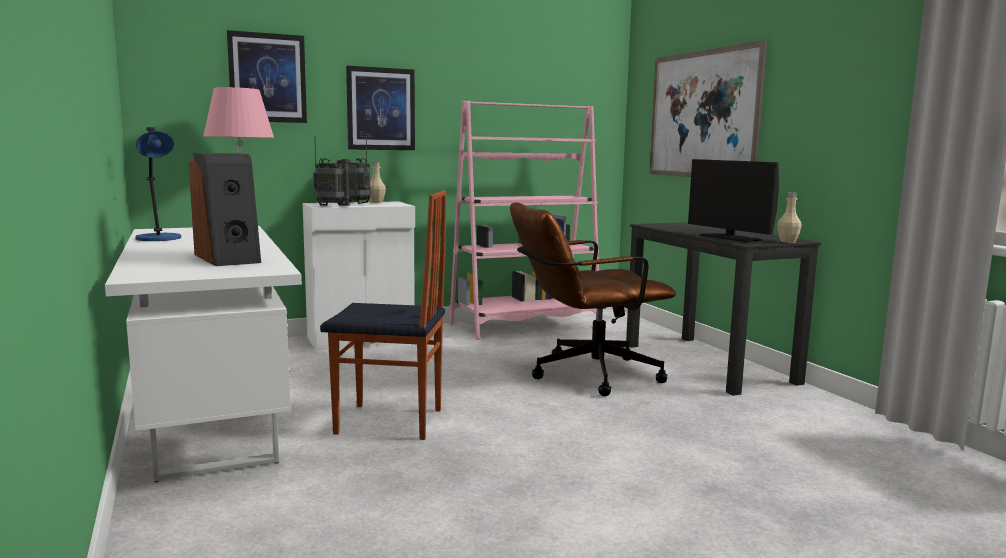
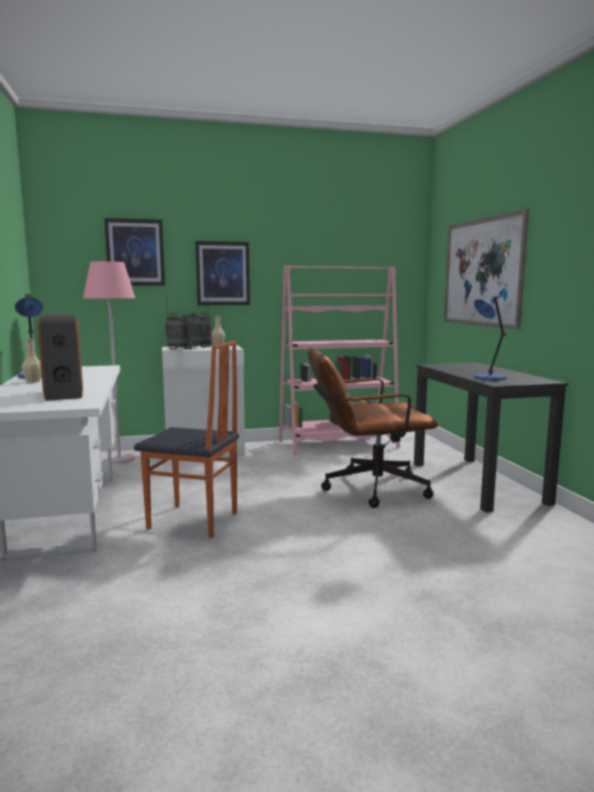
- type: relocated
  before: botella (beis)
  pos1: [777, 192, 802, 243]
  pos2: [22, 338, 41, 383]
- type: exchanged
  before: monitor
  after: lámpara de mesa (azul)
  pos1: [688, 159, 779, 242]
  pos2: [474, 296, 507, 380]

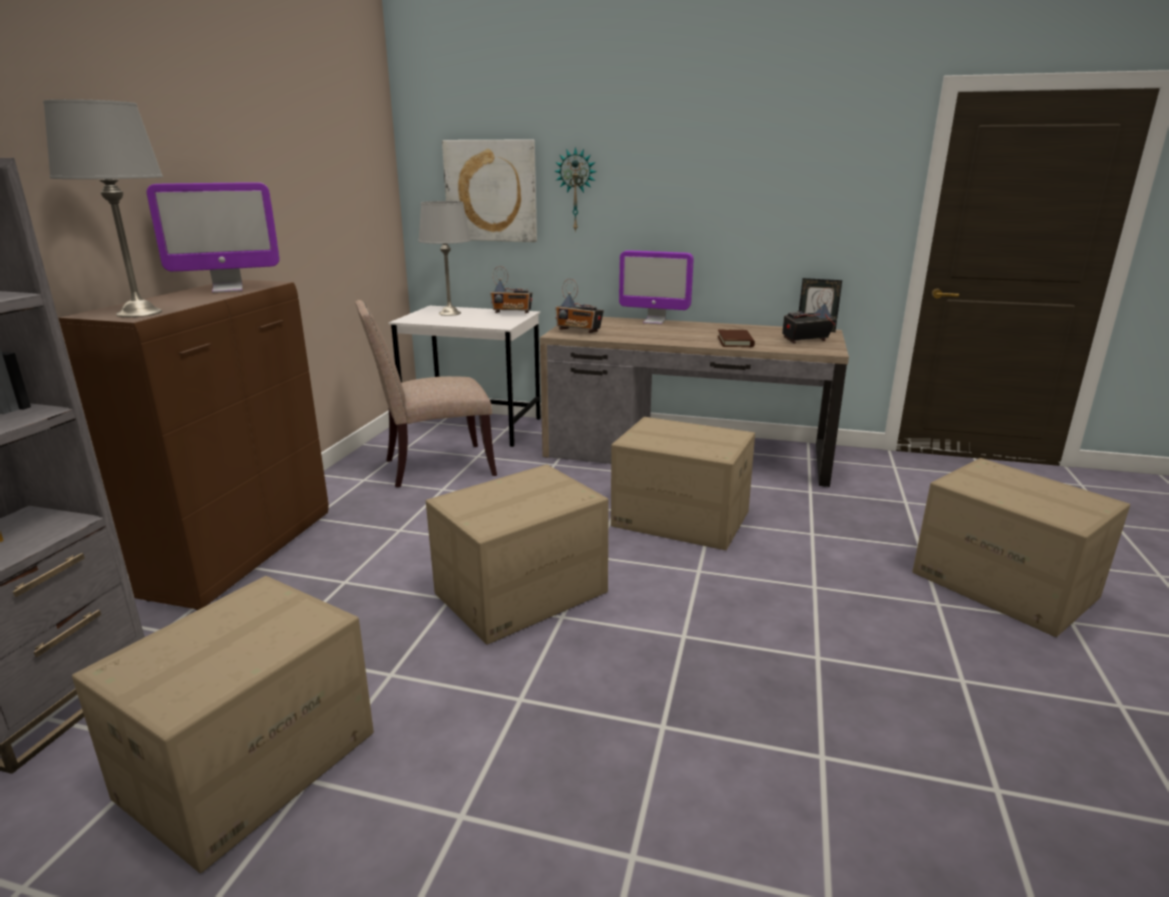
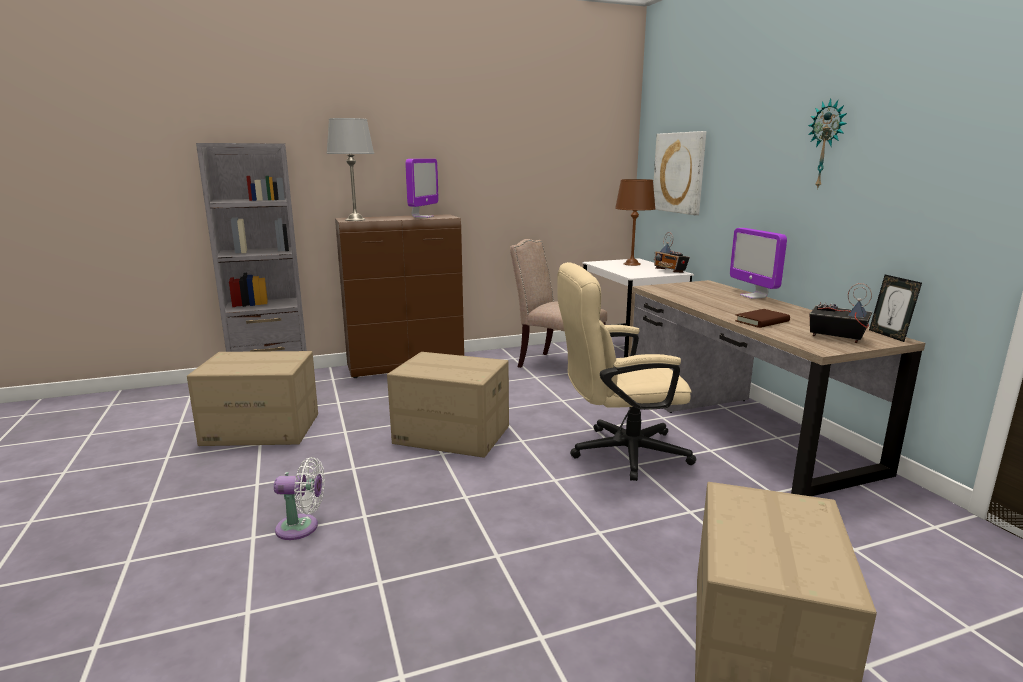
- type: appeared
  after: ventilador (blanco)
  pos2: [274, 457, 325, 540]
- type: spun
  before: monitor
  pos1: [146, 182, 280, 293]
  pos2: [405, 159, 439, 218]
  turn: -105
- type: exchanged
  before: caja de cartón
  after: silla de oficina (beis)
  pos1: [611, 417, 755, 550]
  pos2: [557, 262, 696, 481]
- type: colour
  before: lámpara de mesa (gris)
  after: lámpara de mesa (marrón)
  pos1: [418, 201, 471, 316]
  pos2: [615, 179, 656, 266]
- type: relocated
  before: reloj de pared
  pos1: [554, 147, 597, 232]
  pos2: [808, 99, 847, 189]
- type: missing
  before: radio
  pos1: [555, 279, 604, 333]

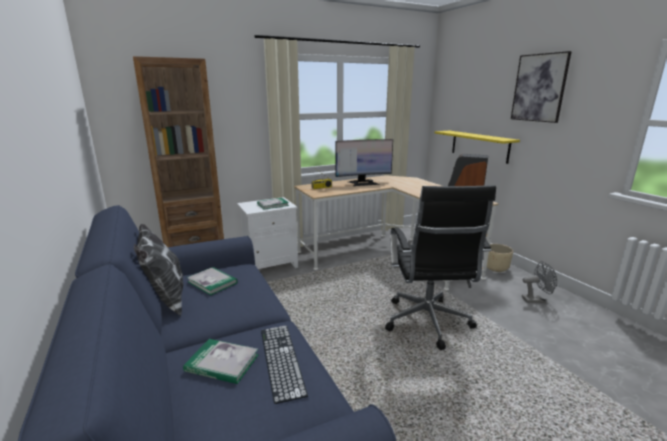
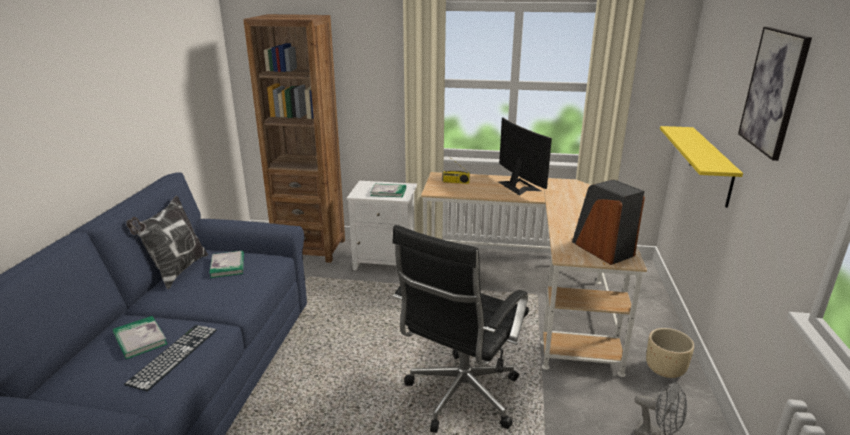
- type: spun
  before: monitor
  pos1: [336, 139, 393, 186]
  pos2: [498, 117, 552, 196]
  turn: -135

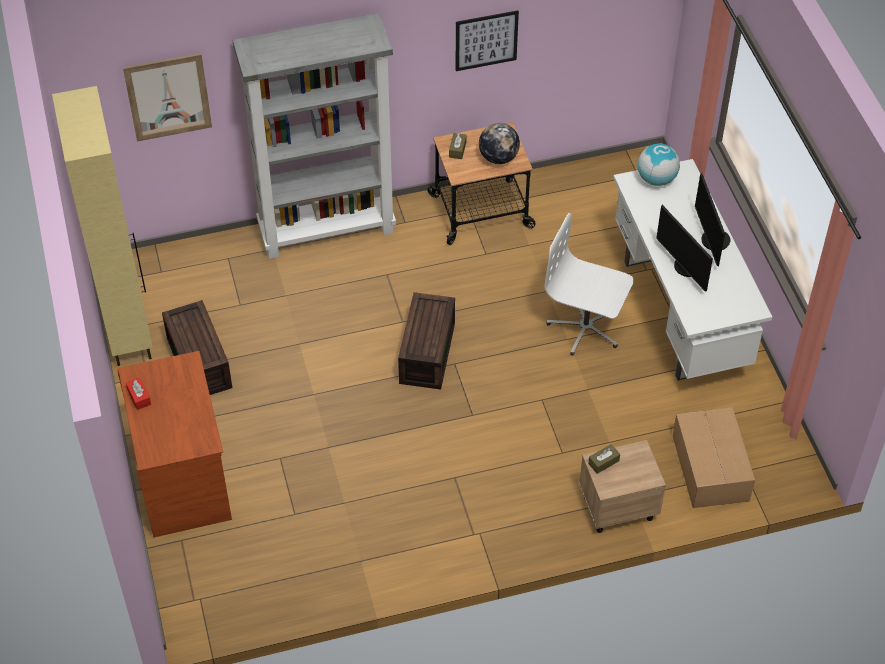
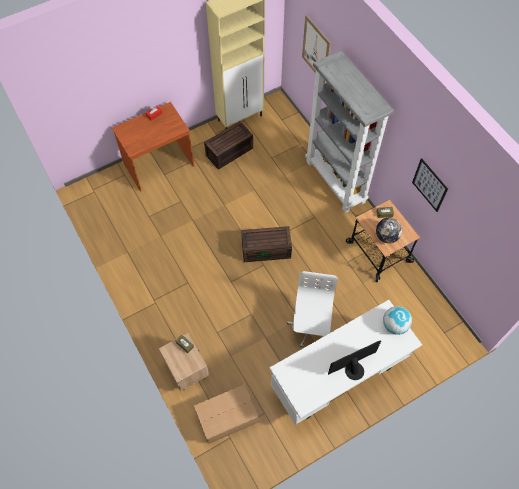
- type: missing
  before: monitor
  pos1: [656, 205, 713, 292]

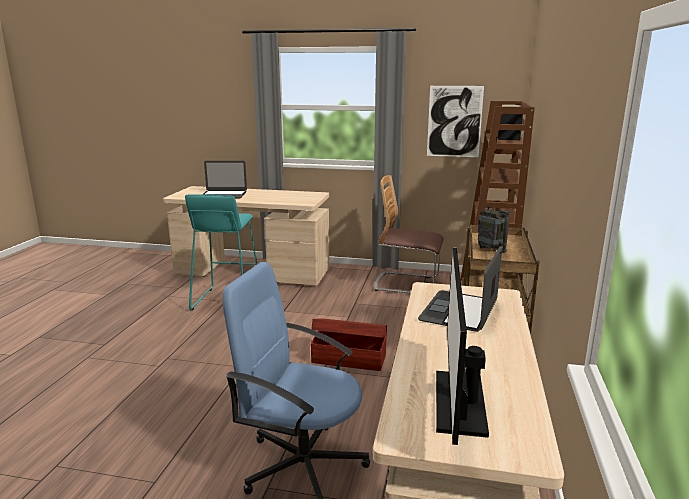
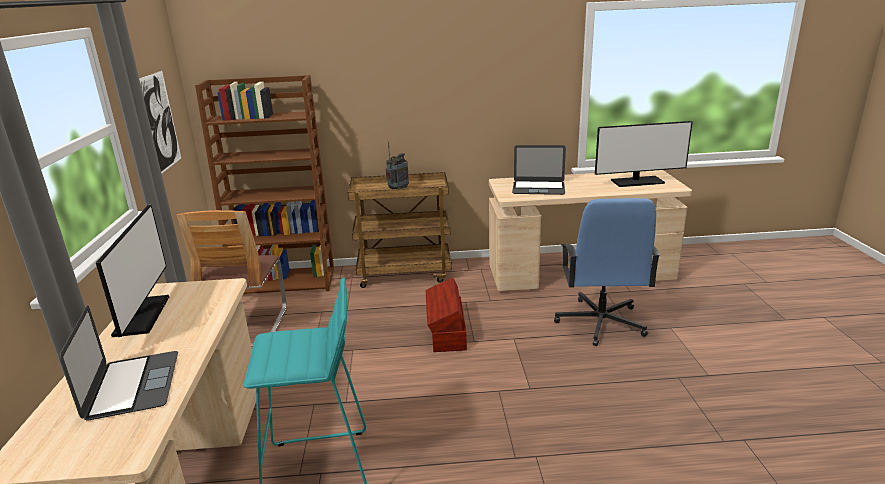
- type: appeared
  after: monitor
  pos2: [96, 204, 169, 337]

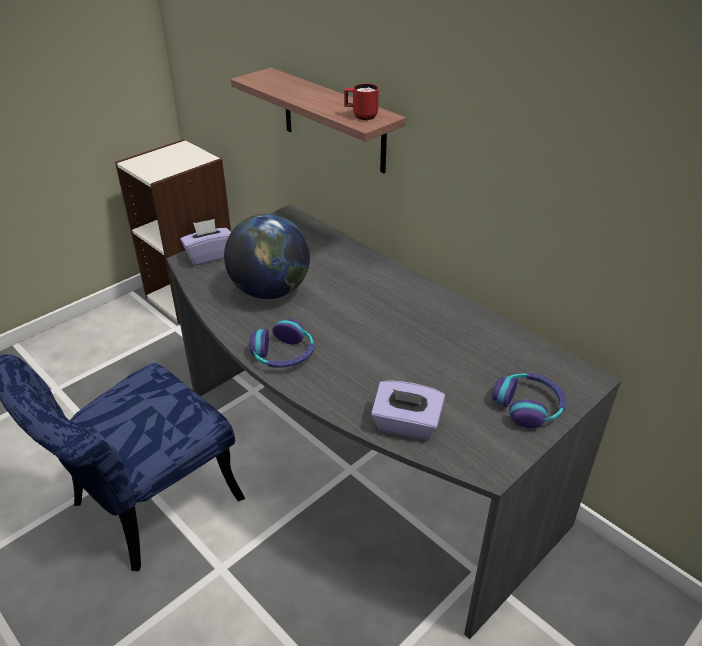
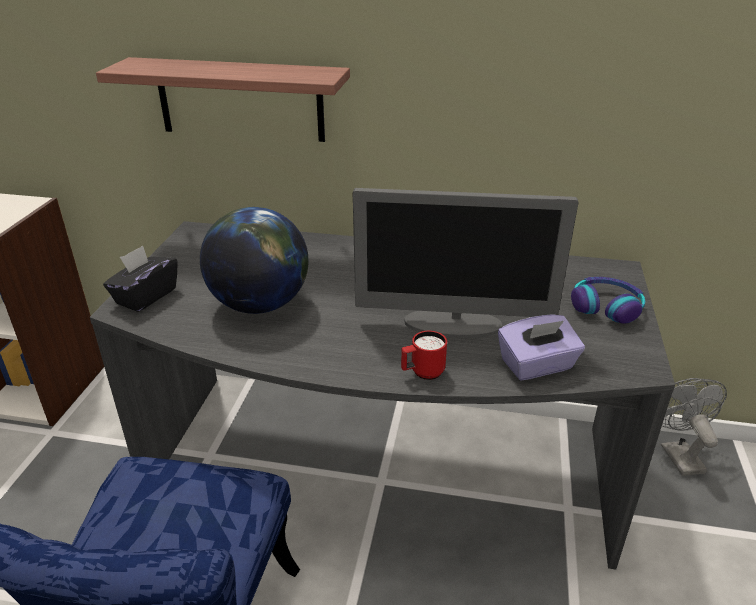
- type: colour
  before: caja de pañuelos (morado)
  after: caja de pañuelos (negro)
  pos1: [180, 219, 231, 266]
  pos2: [103, 246, 178, 312]
- type: appeared
  after: monitor
  pos2: [353, 188, 579, 338]
- type: relocated
  before: taza grande (rojo)
  pos1: [344, 83, 379, 120]
  pos2: [401, 331, 447, 380]
- type: appeared
  after: ventilador (gris)
  pos2: [661, 378, 727, 476]
- type: missing
  before: auriculares
  pos1: [249, 319, 315, 368]

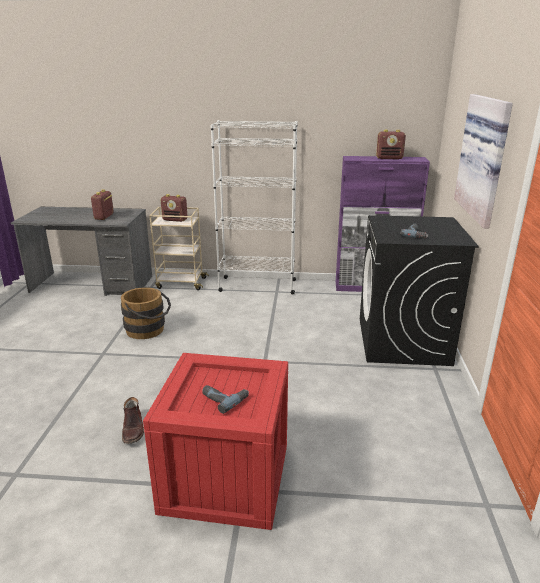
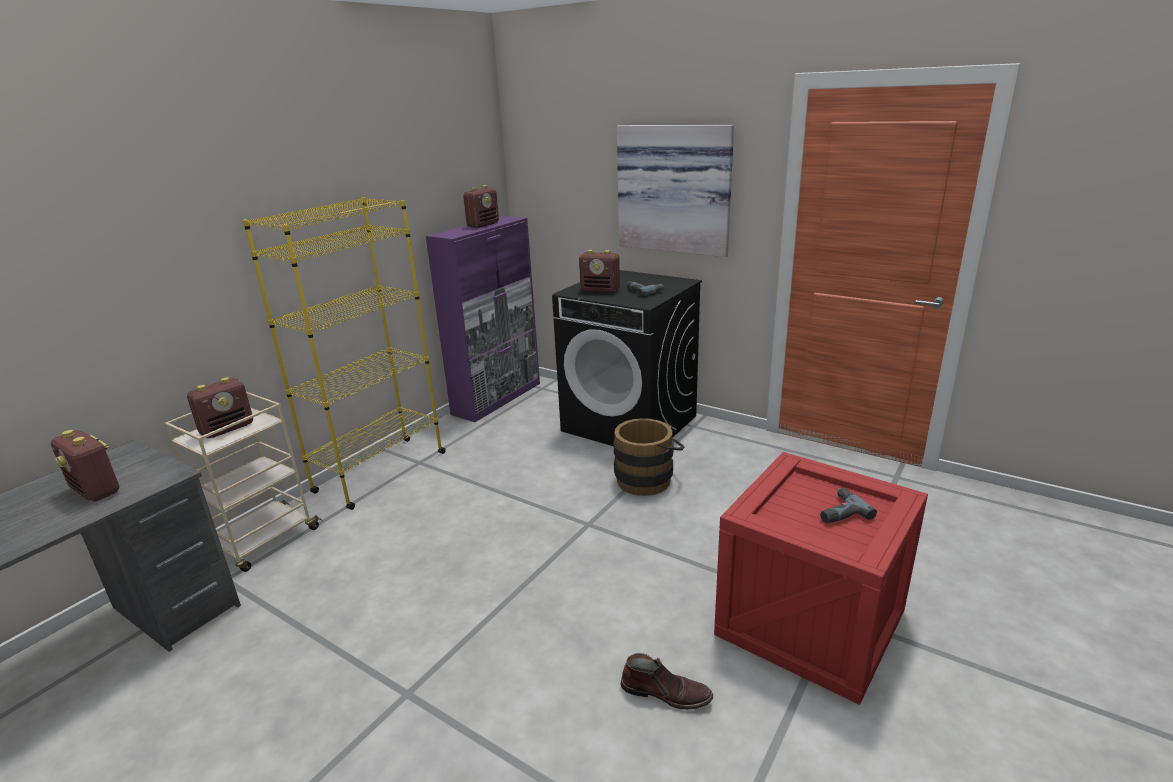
- type: colour
  before: estantería (blanco)
  after: estantería (amarillo)
  pos1: [210, 120, 298, 295]
  pos2: [243, 197, 446, 510]
- type: appeared
  after: radio
  pos2: [579, 250, 620, 293]
- type: relocated
  before: cubo (marrón)
  pos1: [121, 287, 171, 339]
  pos2: [613, 418, 685, 496]

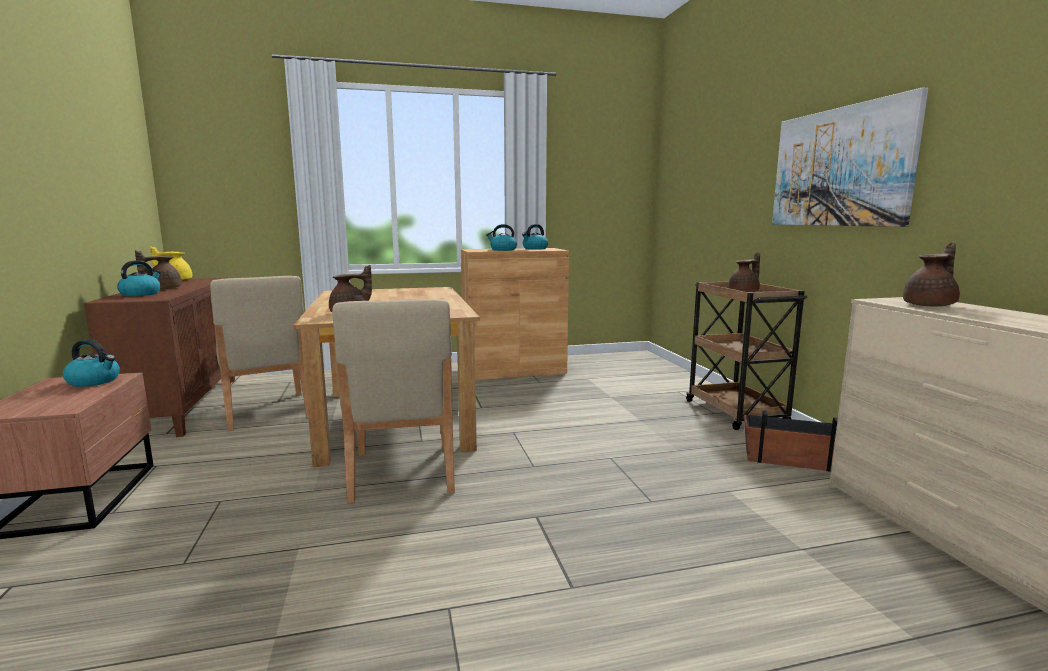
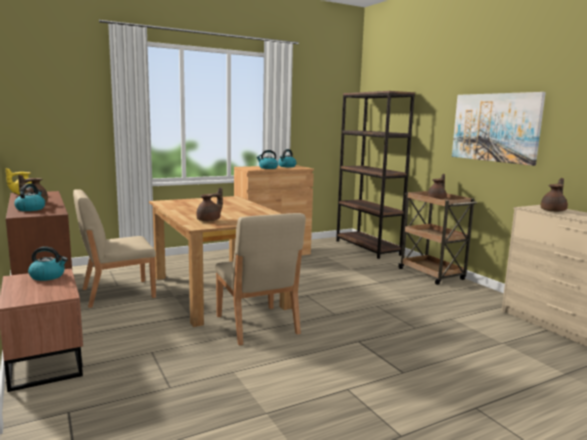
- type: spun
  before: silla (beis)
  pos1: [210, 276, 308, 431]
  pos2: [73, 189, 156, 308]
  turn: 105
- type: appeared
  after: estantería (marrón)
  pos2: [336, 91, 415, 259]
- type: missing
  before: maceta
  pos1: [744, 410, 838, 472]

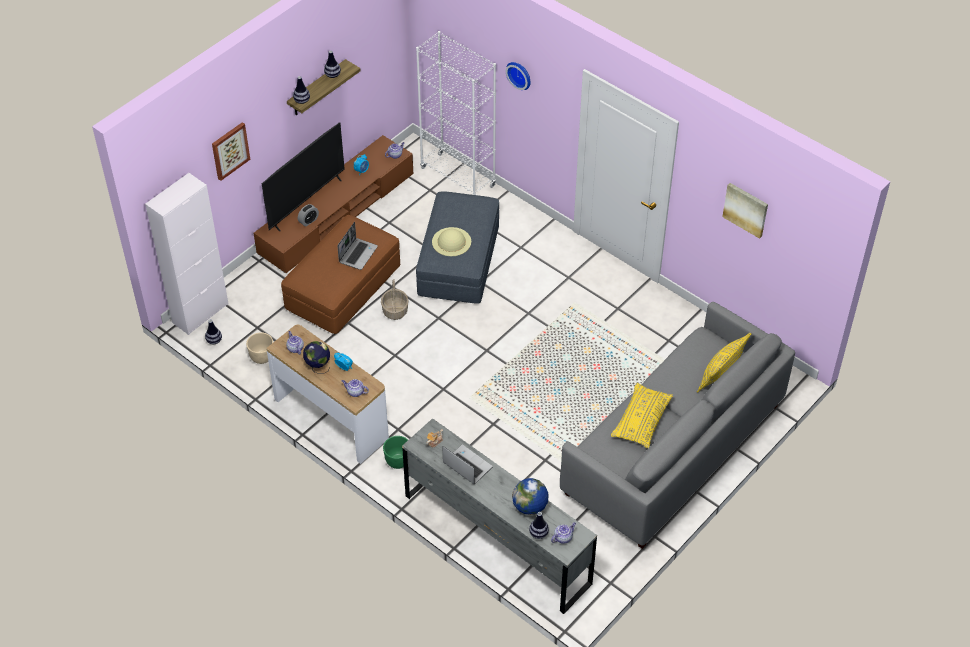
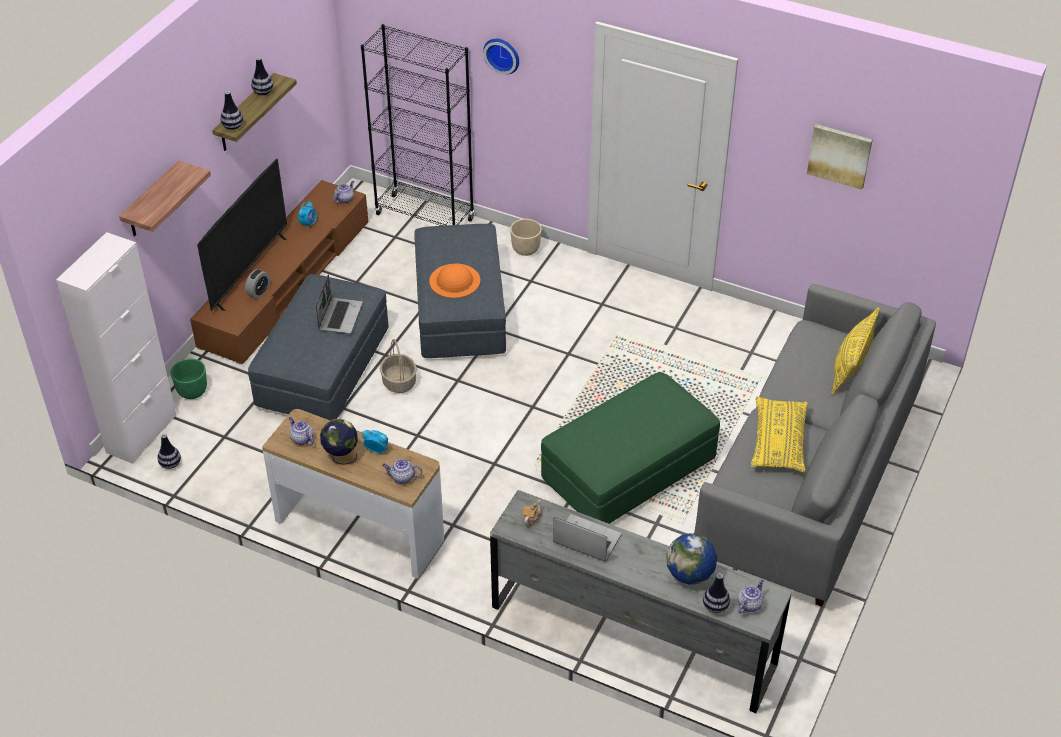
- type: exchanged
  before: cuadro
  after: estante
  pos1: [212, 122, 250, 181]
  pos2: [119, 160, 211, 236]
- type: relocated
  before: maceta (verde)
  pos1: [383, 436, 408, 469]
  pos2: [170, 359, 207, 399]
- type: colour
  before: puf (marrón)
  after: puf (gris)
  pos1: [281, 215, 400, 334]
  pos2: [248, 274, 389, 421]
- type: colour
  before: estantería (blanco)
  after: estantería (negro)
  pos1: [416, 31, 496, 195]
  pos2: [361, 24, 474, 226]
- type: colour
  before: sombrero (beis)
  after: sombrero (naranja)
  pos1: [432, 227, 471, 256]
  pos2: [429, 264, 480, 298]
- type: relocated
  before: maceta (beis)
  pos1: [246, 332, 273, 364]
  pos2: [510, 219, 542, 256]
- type: appeared
  after: puf (verde)
  pos2: [541, 372, 720, 524]

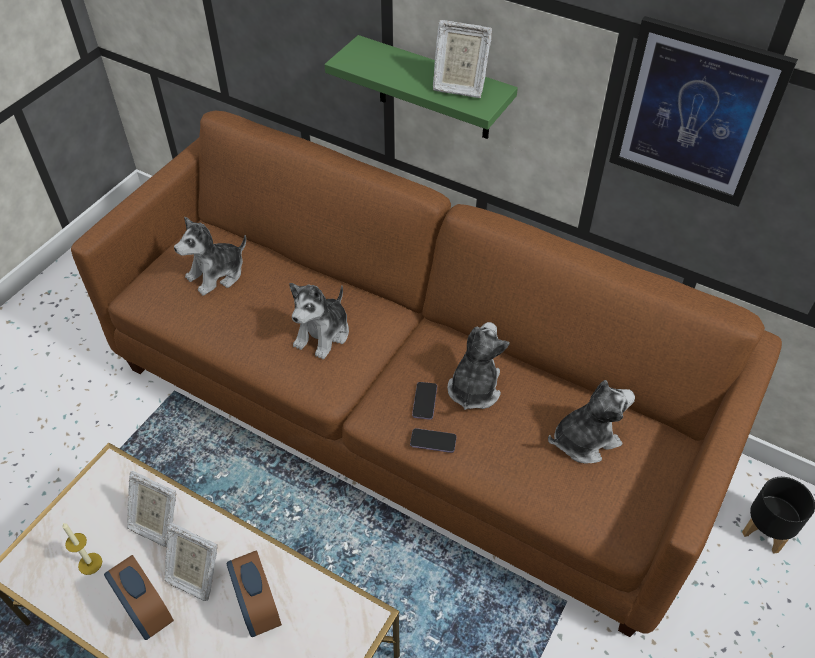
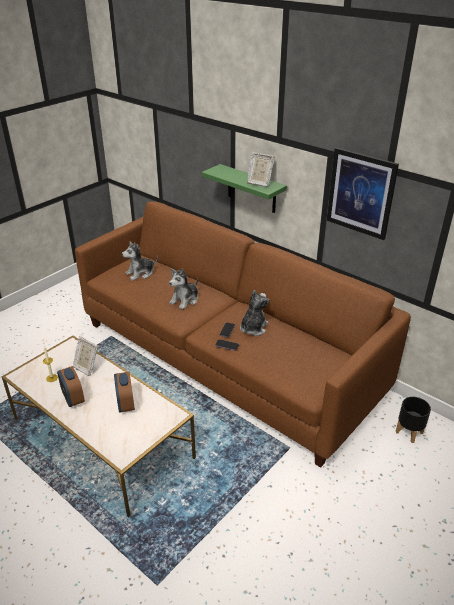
- type: missing
  before: portarretratos
  pos1: [164, 522, 218, 601]
- type: missing
  before: peluche
  pos1: [548, 380, 635, 464]

